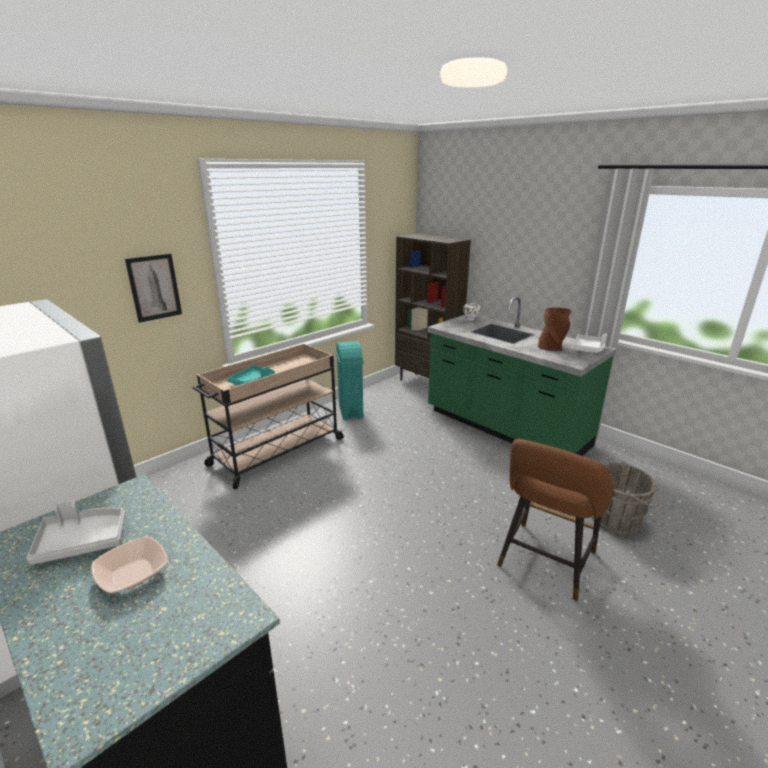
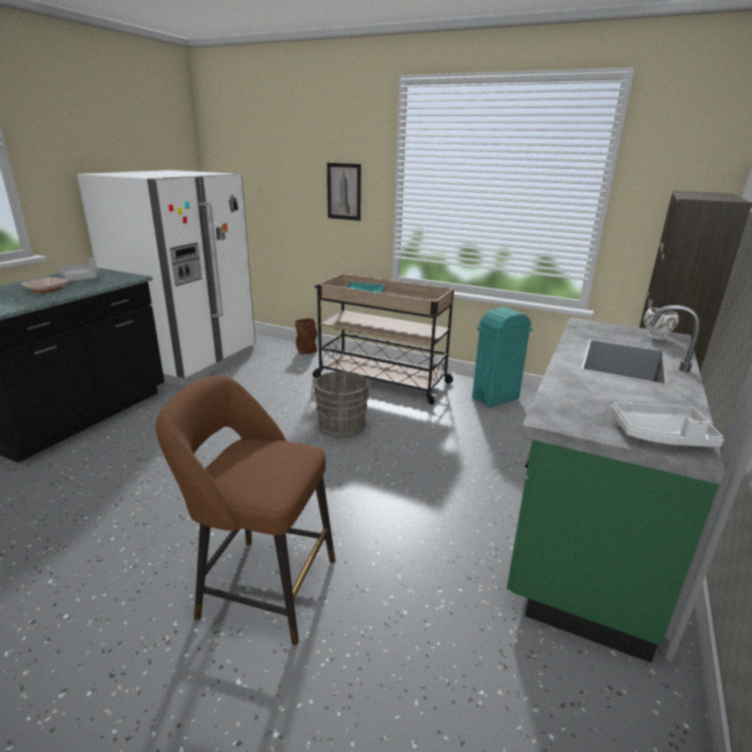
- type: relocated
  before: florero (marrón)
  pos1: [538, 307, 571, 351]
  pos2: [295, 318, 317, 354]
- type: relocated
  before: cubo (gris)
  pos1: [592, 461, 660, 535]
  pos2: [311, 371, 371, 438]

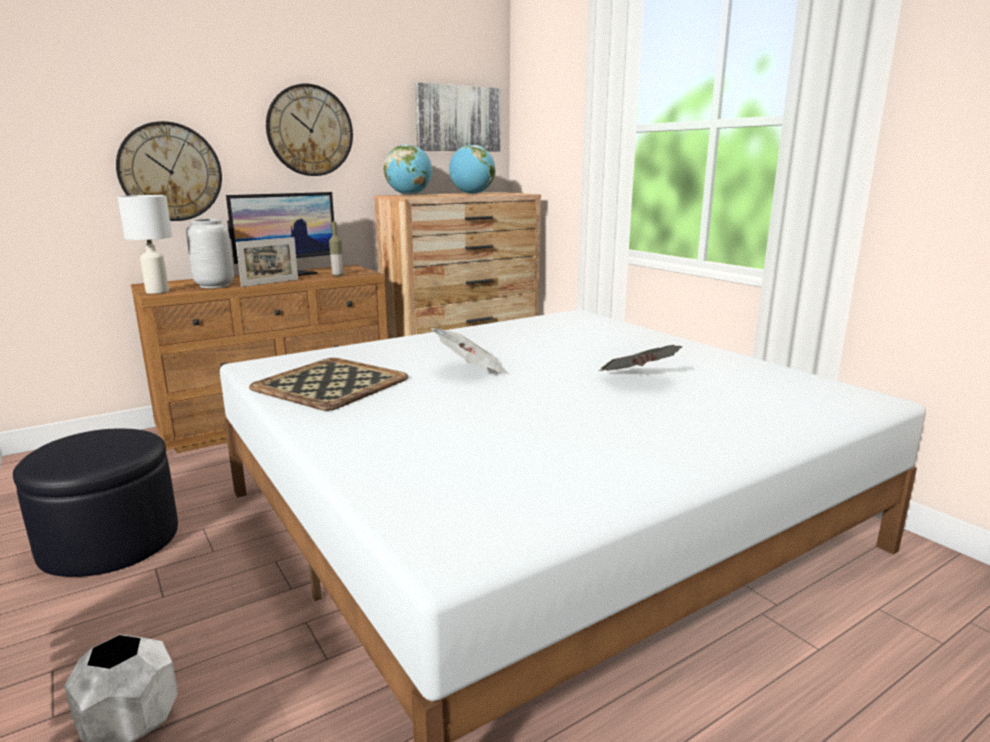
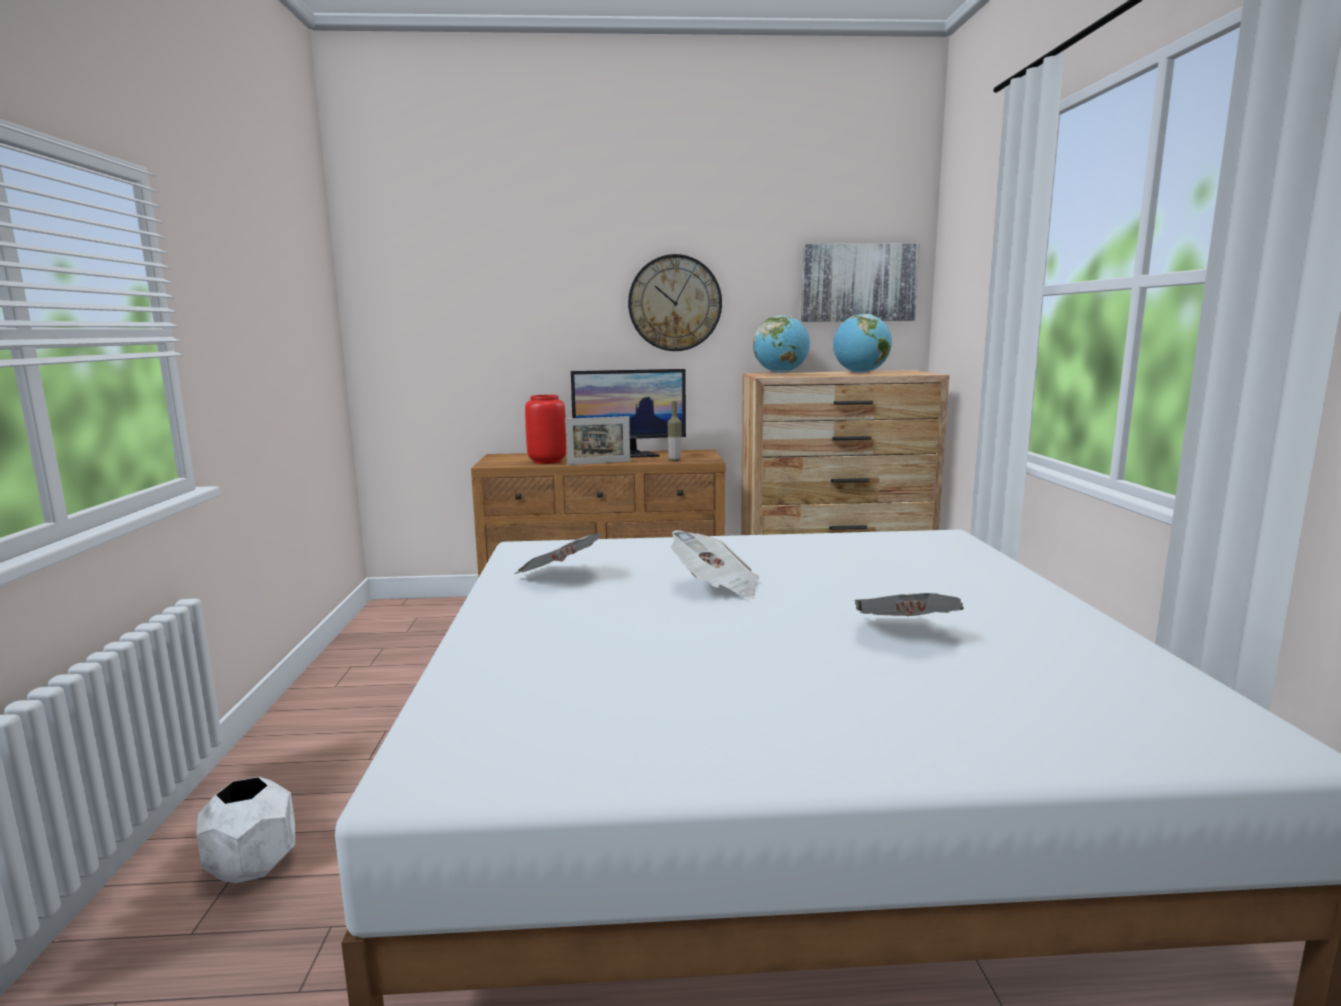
- type: exchanged
  before: bandeja
  after: periódico
  pos1: [249, 358, 408, 411]
  pos2: [514, 534, 602, 574]
- type: colour
  before: florero (gris)
  after: florero (rojo)
  pos1: [186, 219, 234, 288]
  pos2: [525, 395, 567, 464]
- type: missing
  before: puf (negro)
  pos1: [13, 429, 178, 577]
- type: missing
  before: reloj de pared
  pos1: [116, 121, 222, 221]
- type: missing
  before: lámpara de mesa (blanco)
  pos1: [117, 195, 172, 294]

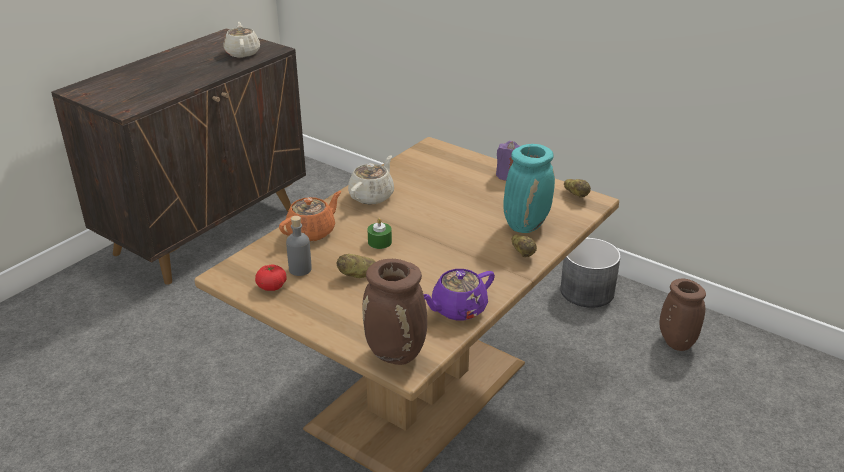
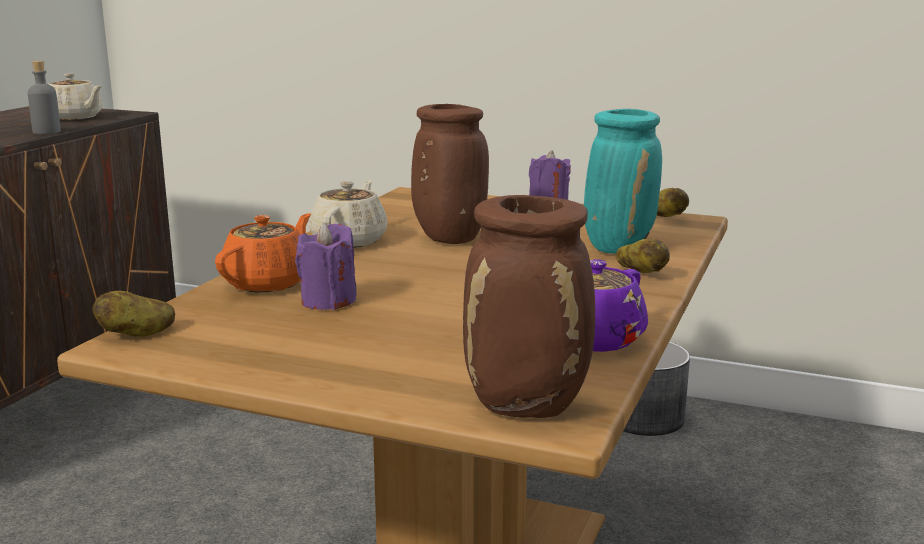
- type: relocated
  before: botella (gris)
  pos1: [286, 216, 312, 276]
  pos2: [28, 61, 61, 134]
- type: spun
  before: tetera (beis)
  pos1: [224, 22, 260, 57]
  pos2: [48, 73, 103, 120]
  turn: 150
- type: relocated
  before: patata
  pos1: [337, 254, 375, 278]
  pos2: [92, 291, 175, 337]
- type: appeared
  after: vela (morado)
  pos2: [295, 223, 357, 310]
- type: relocated
  before: florero (marrón)
  pos1: [660, 279, 706, 351]
  pos2: [411, 104, 489, 244]
- type: missing
  before: tomate
  pos1: [255, 264, 287, 291]
- type: missing
  before: vela (verde)
  pos1: [367, 218, 392, 249]

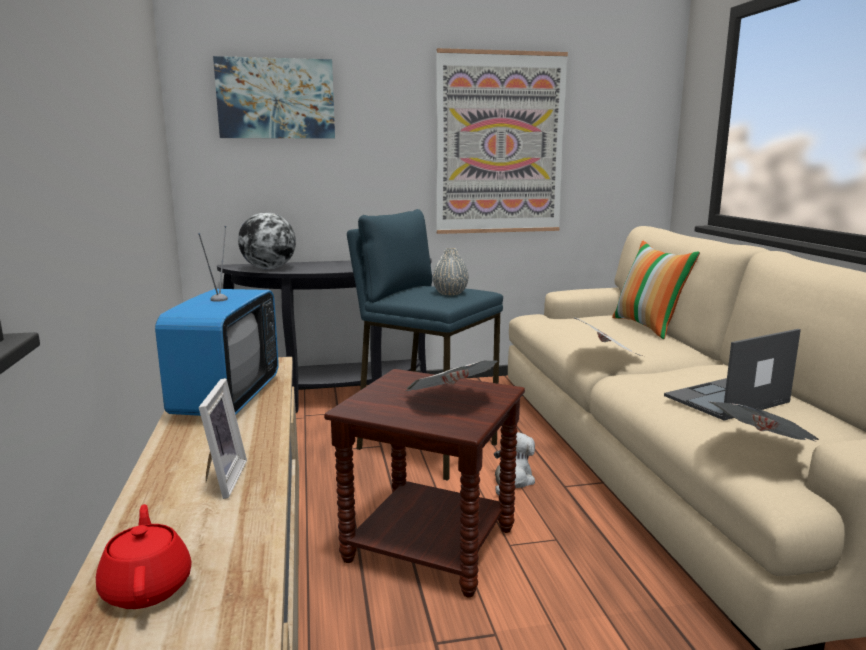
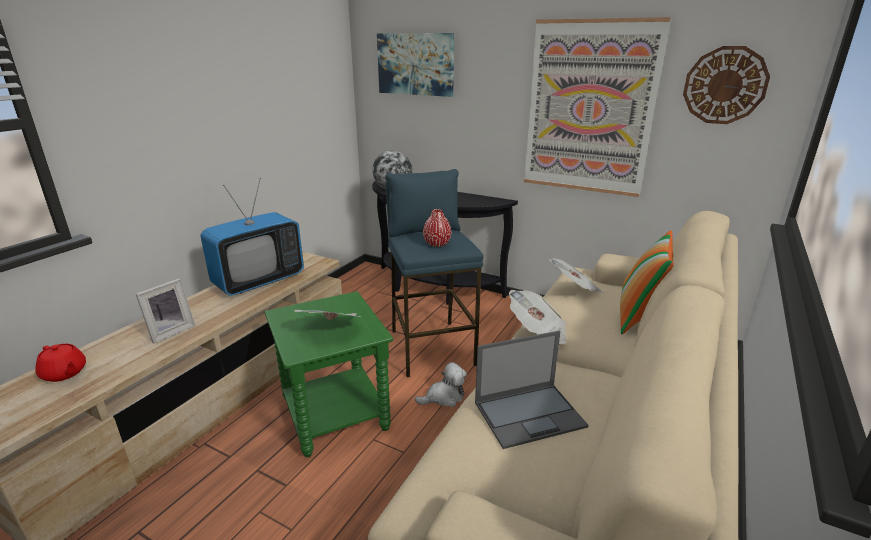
- type: spun
  before: tetera (rojo)
  pos1: [96, 504, 192, 609]
  pos2: [35, 344, 86, 382]
  turn: 105
- type: colour
  before: mesa auxiliar (marrón)
  after: mesa auxiliar (verde)
  pos1: [324, 369, 525, 597]
  pos2: [265, 291, 393, 457]
- type: colour
  before: florero (gris)
  after: florero (rojo)
  pos1: [433, 248, 469, 295]
  pos2: [423, 209, 452, 247]
- type: spun
  before: portátil
  pos1: [664, 329, 801, 421]
  pos2: [475, 331, 589, 449]
  turn: 150
- type: relocated
  before: periódico
  pos1: [710, 402, 819, 442]
  pos2: [549, 258, 605, 293]
- type: appeared
  after: reloj de pared
  pos2: [683, 46, 770, 124]

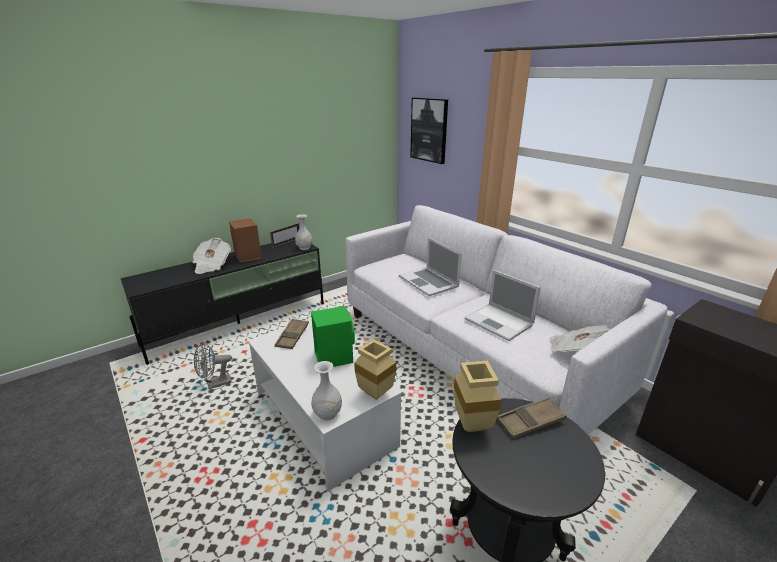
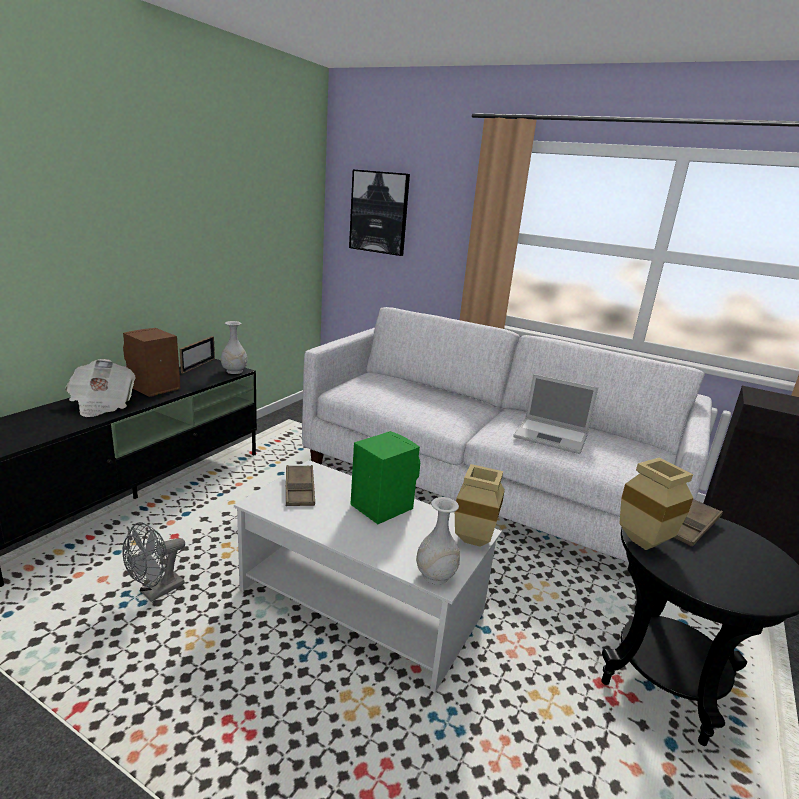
- type: missing
  before: portátil
  pos1: [399, 238, 462, 296]
- type: missing
  before: periódico
  pos1: [550, 325, 611, 352]

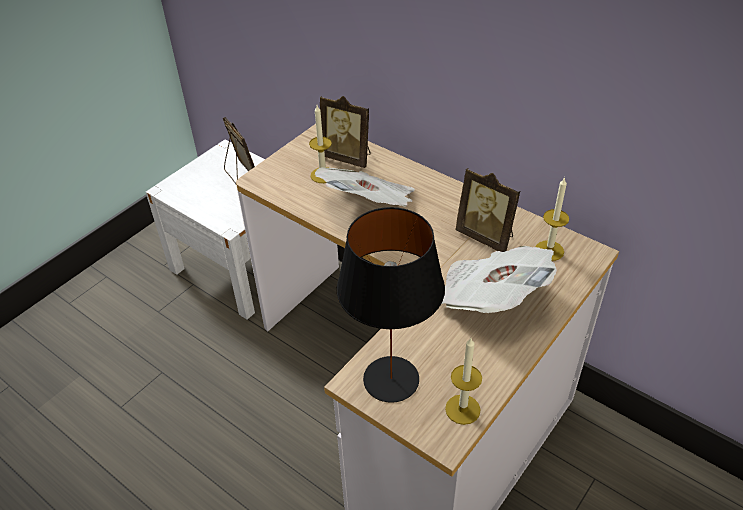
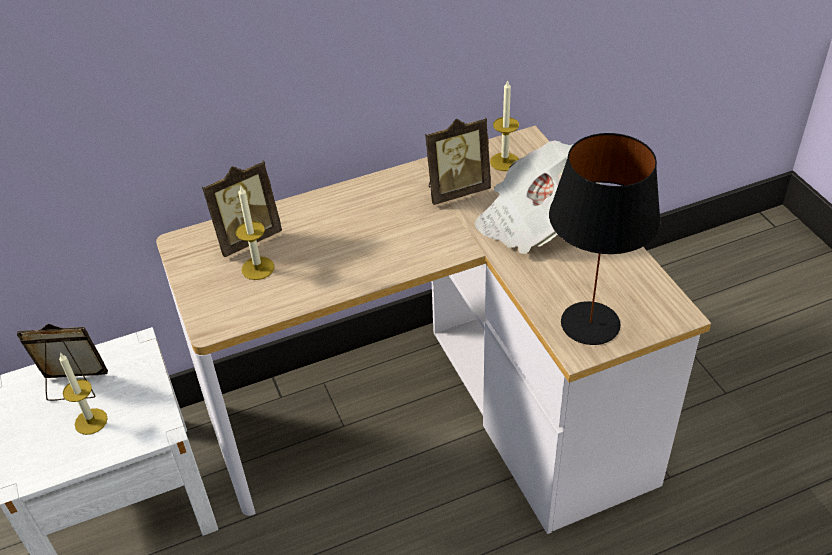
- type: relocated
  before: vela
  pos1: [445, 338, 482, 425]
  pos2: [59, 353, 108, 435]
- type: missing
  before: periódico
  pos1: [315, 167, 415, 207]

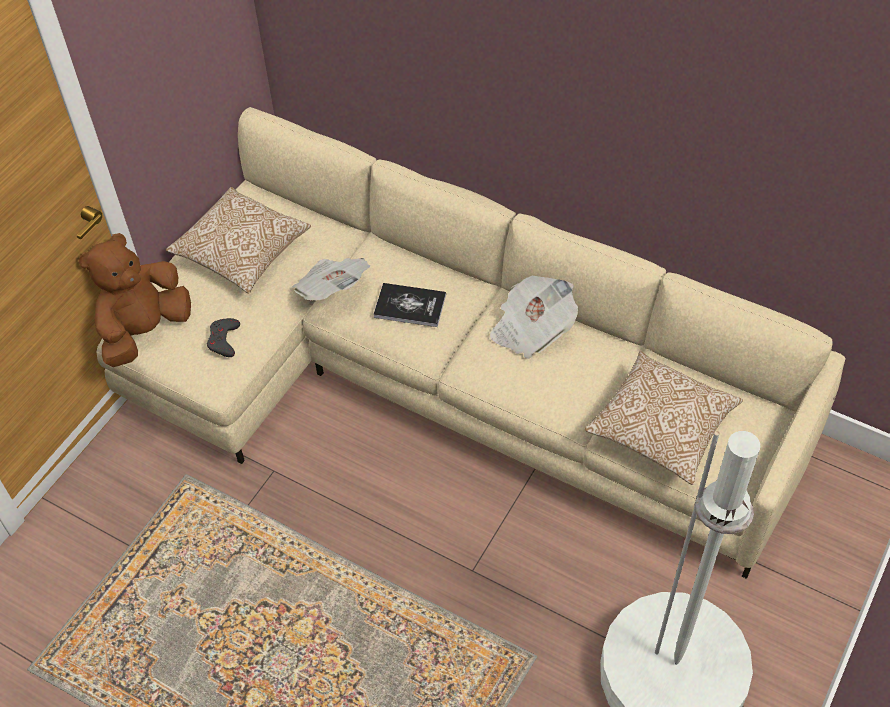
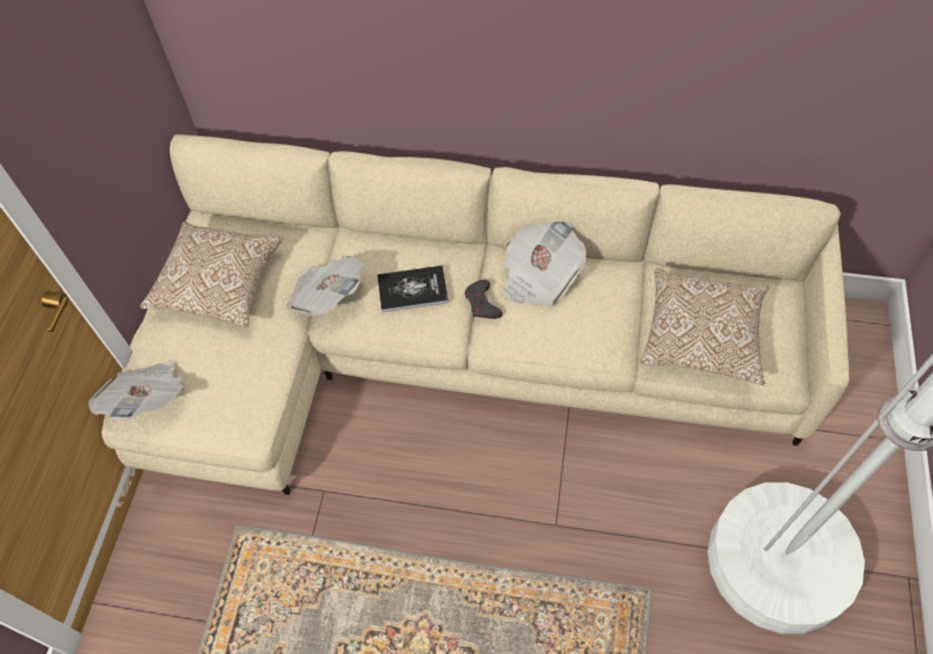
- type: exchanged
  before: peluche (marrón)
  after: periódico
  pos1: [79, 233, 191, 367]
  pos2: [88, 361, 184, 421]
- type: relocated
  before: mando de consola (gris)
  pos1: [207, 318, 240, 357]
  pos2: [465, 280, 503, 319]

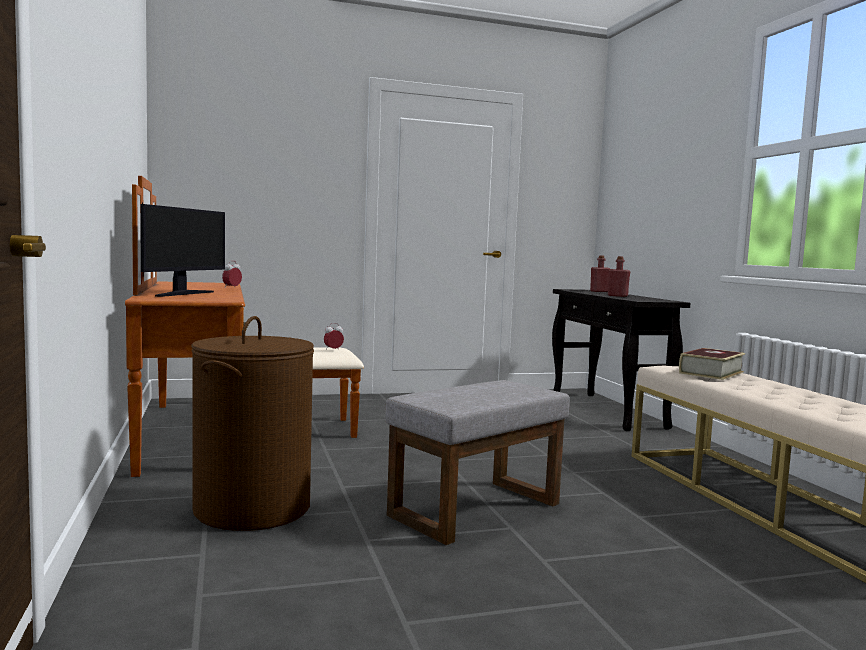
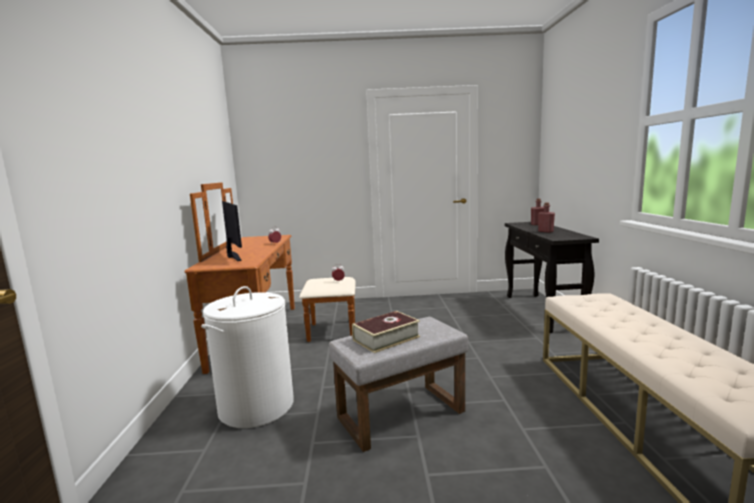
- type: colour
  before: cesto de la ropa (marrón)
  after: cesto de la ropa (blanco)
  pos1: [191, 316, 314, 531]
  pos2: [201, 286, 294, 428]
- type: spun
  before: monitor
  pos1: [140, 204, 225, 297]
  pos2: [222, 201, 242, 261]
  turn: -60
- type: relocated
  before: libro
  pos1: [679, 348, 745, 380]
  pos2: [352, 311, 420, 353]

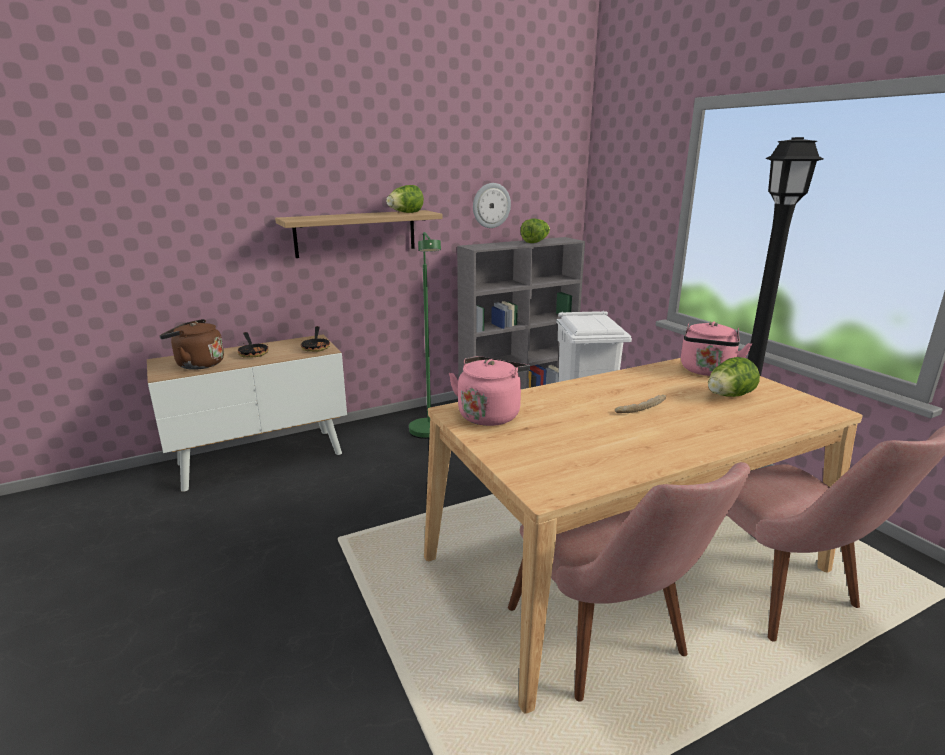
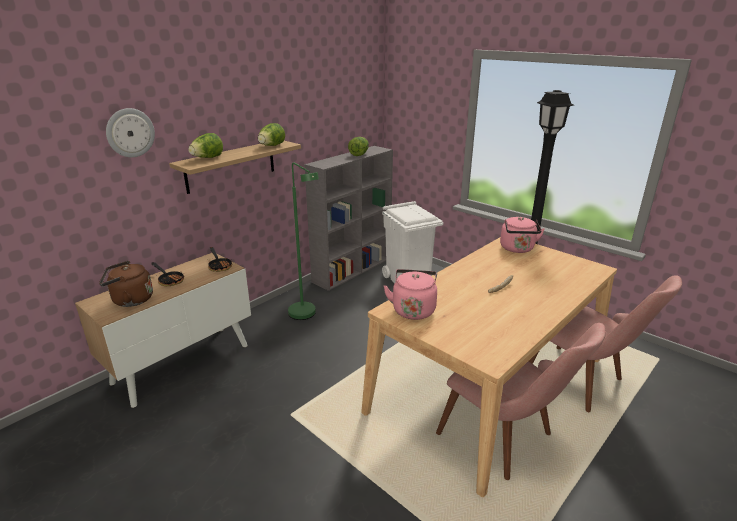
- type: relocated
  before: reloj de pared
  pos1: [473, 183, 511, 228]
  pos2: [106, 108, 155, 157]
- type: relocated
  before: lechuga
  pos1: [708, 357, 760, 397]
  pos2: [188, 133, 223, 158]

